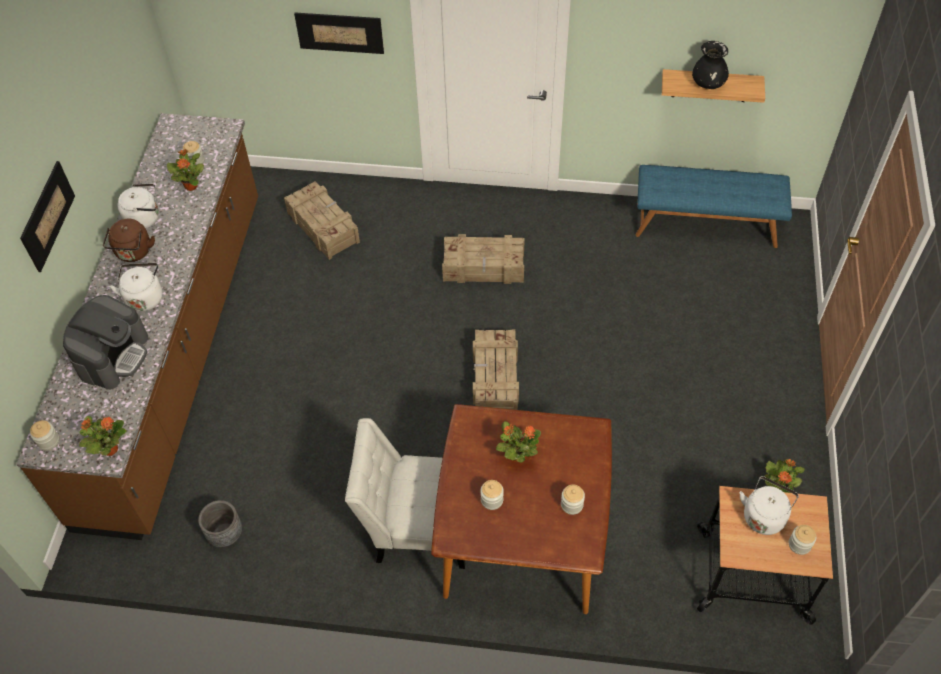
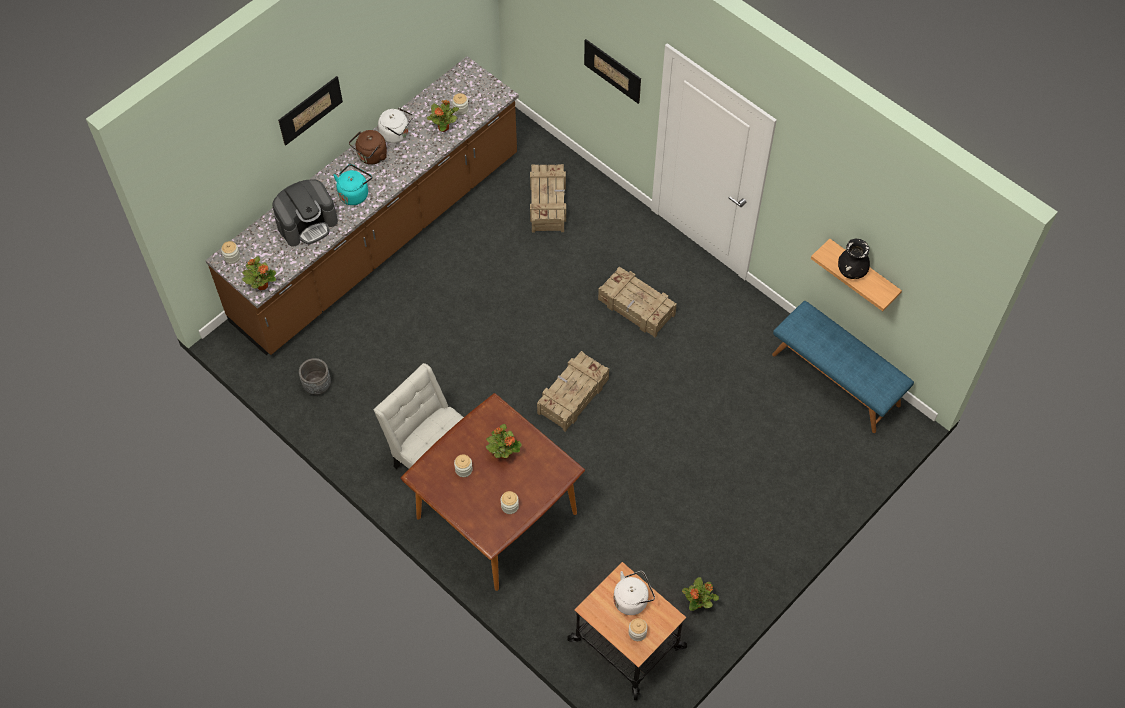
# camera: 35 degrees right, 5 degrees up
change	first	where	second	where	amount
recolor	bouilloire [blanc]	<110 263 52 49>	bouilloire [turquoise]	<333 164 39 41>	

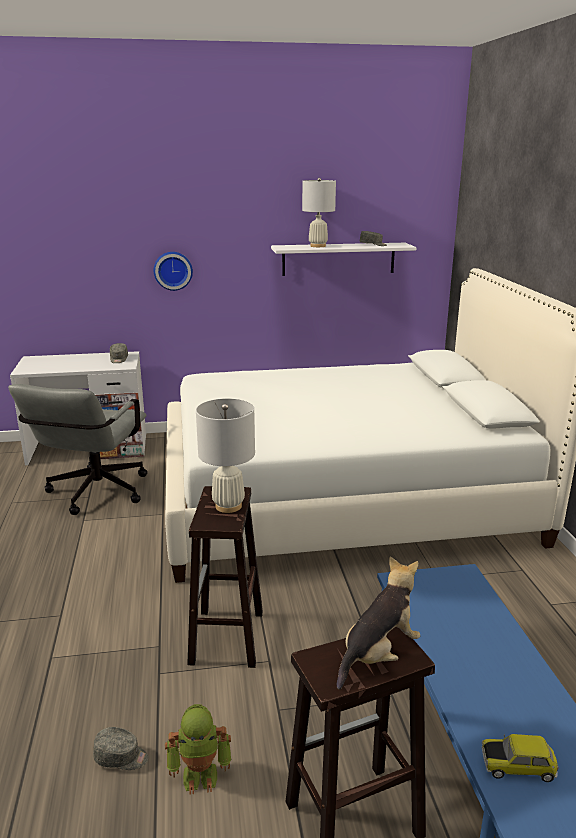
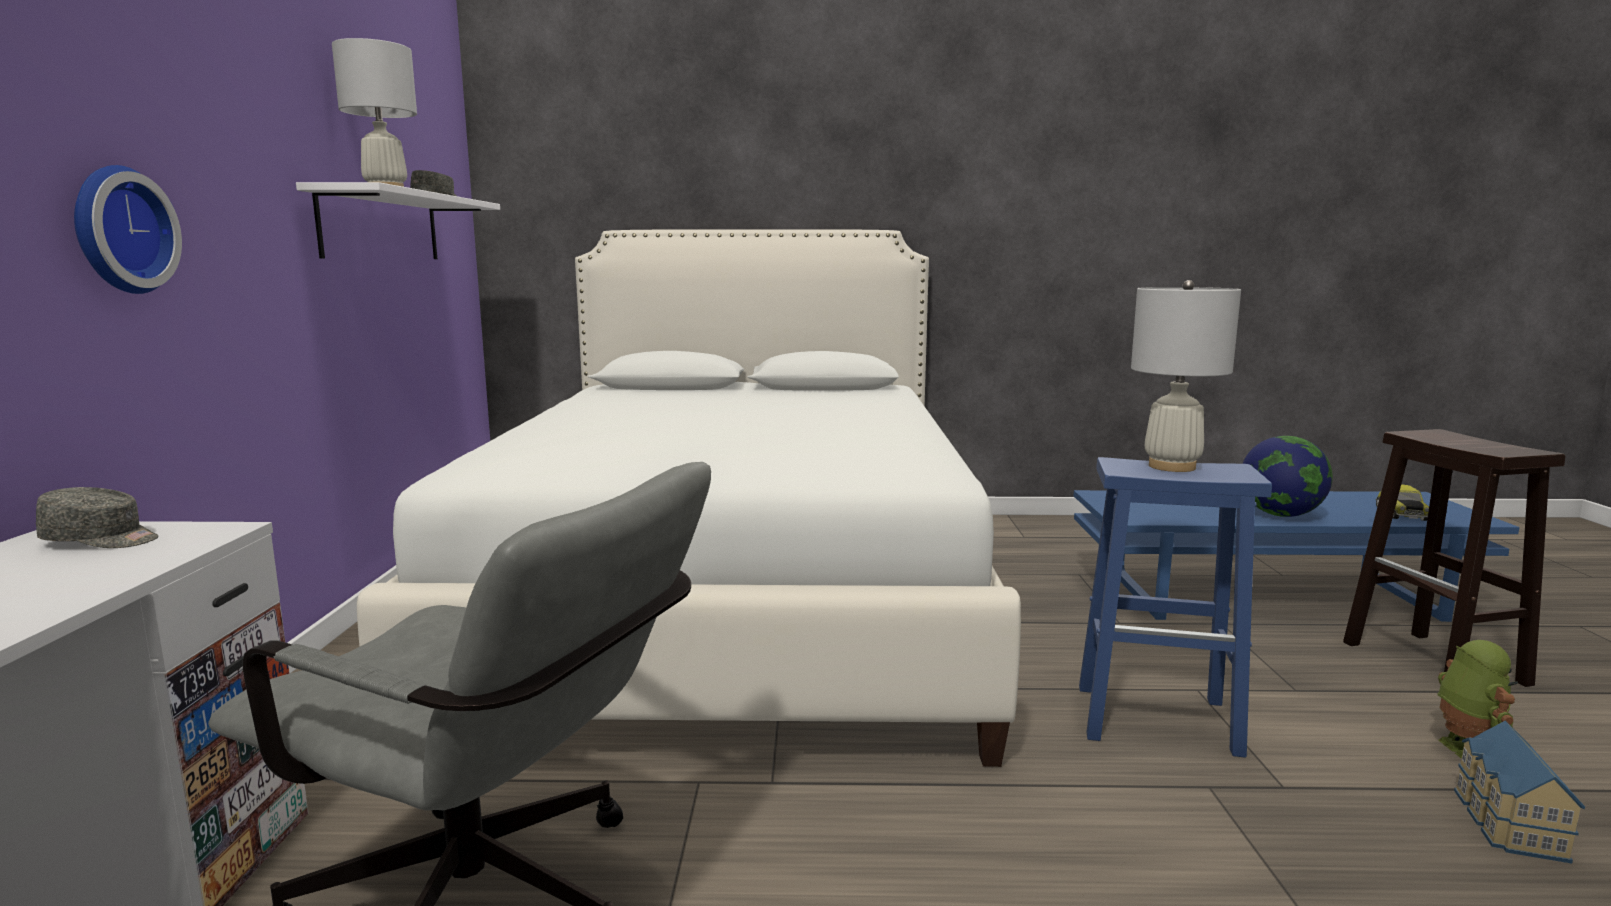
# camera: 80 degrees left, 10 degrees down
change	first	where	second	where	amount
delete	peluche	<337 557 83 133>			
insert			globe	<1242 436 91 81>	
replace	casquette [gris]	<93 727 56 43>	maison miniature	<1454 721 131 143>	
recolor	tabouret [marron]	<187 486 76 182>	tabouret [bleu]	<1079 457 193 301>	

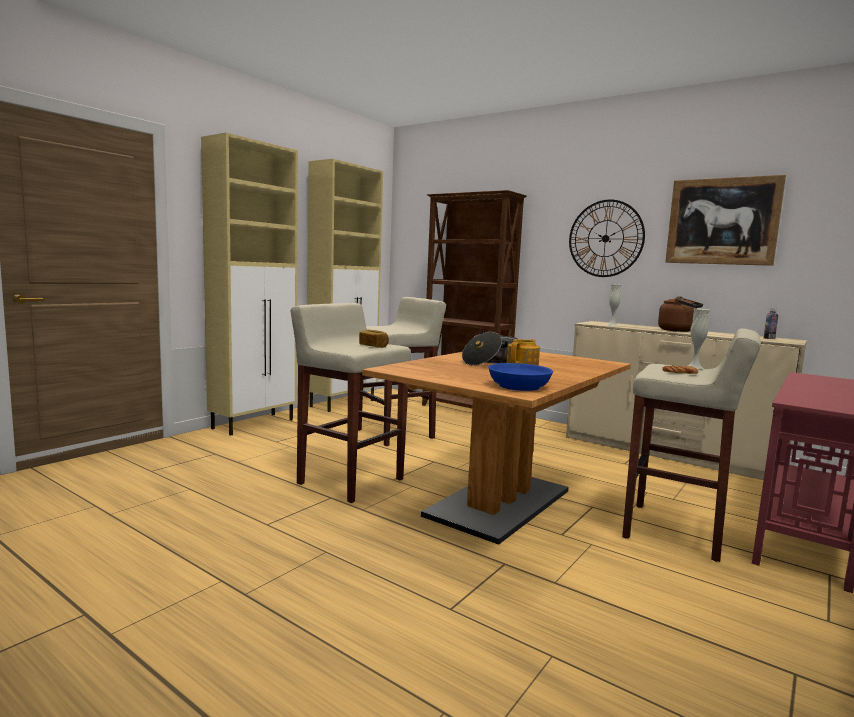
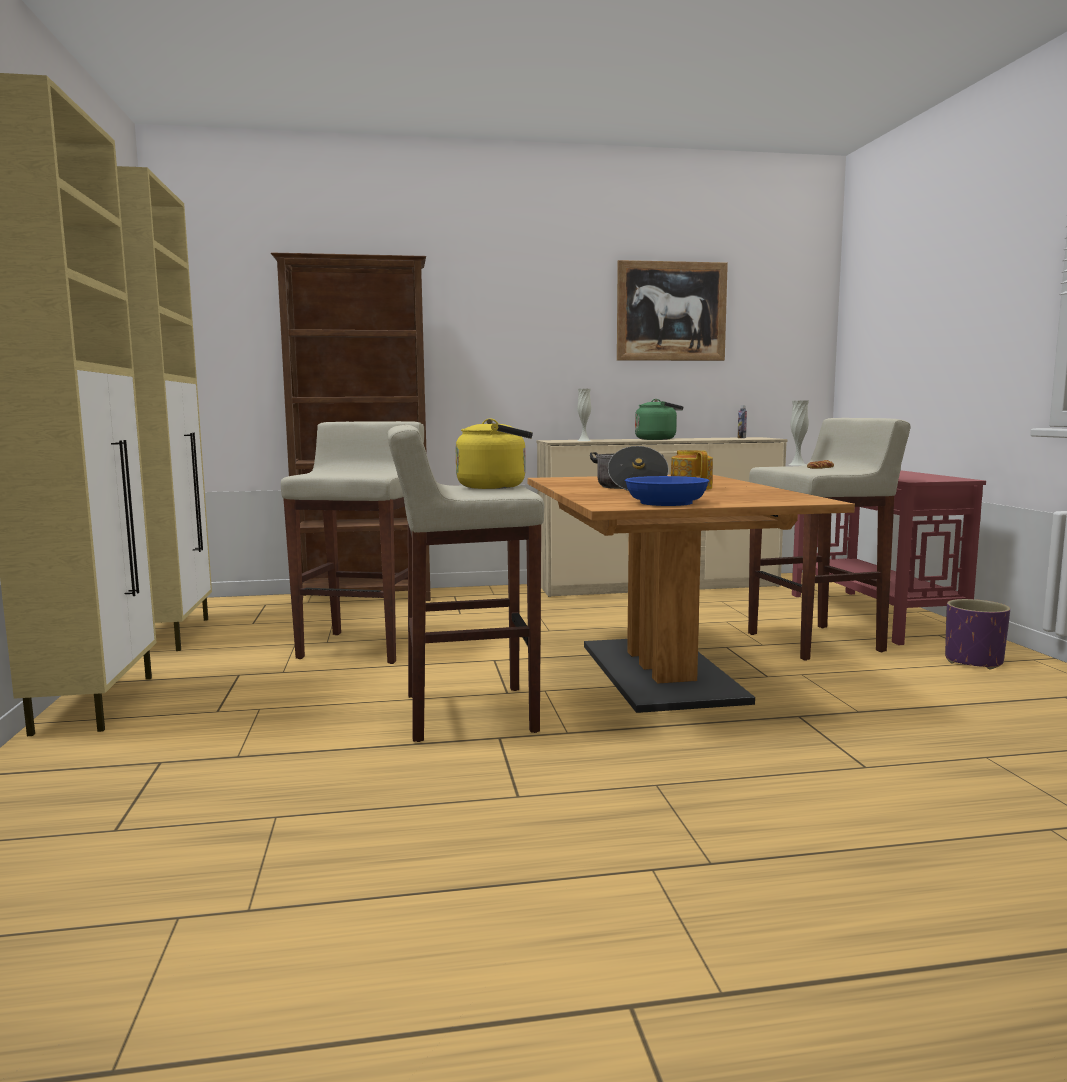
# camera: 45 degrees left, 0 degrees up
change	first	where	second	where	amount
delete	horloge murale	<569 200 76 77>			
insert			cache-pot [violet]	<945 599 65 71>	
move	bol [bleu]	<488 363 66 28>		<625 476 84 30>	
replace	pain	<359 330 30 18>	bouilloire [jaune]	<456 418 77 71>	
recolor	bouilloire [marron]	<658 296 45 36>	bouilloire [vert]	<635 399 48 41>	

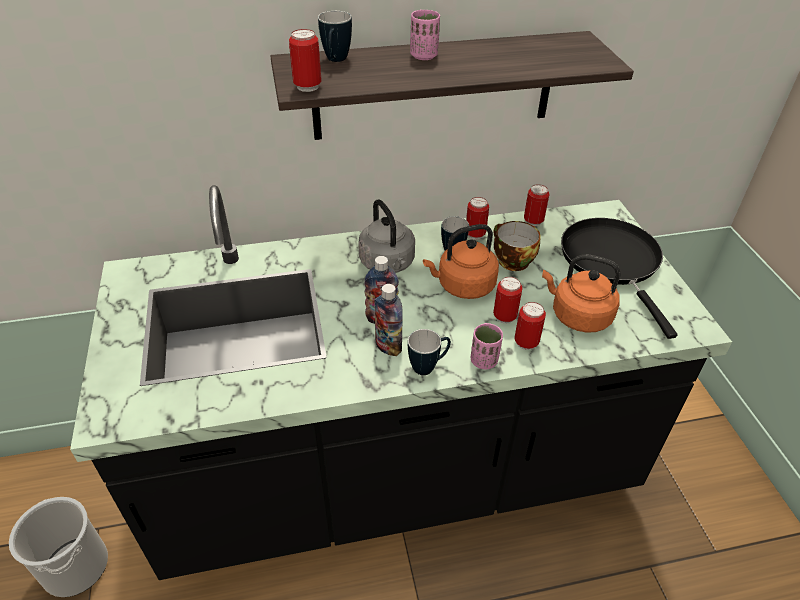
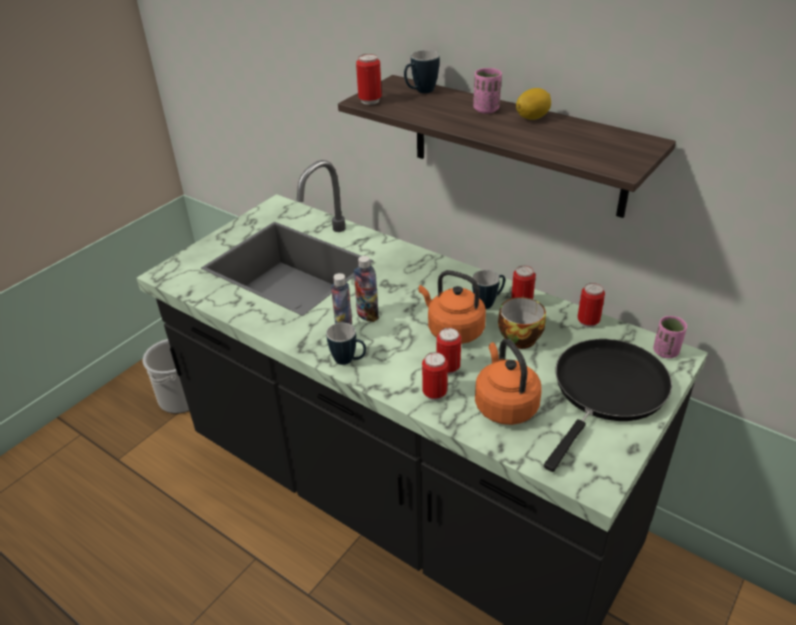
# camera: 50 degrees right, 5 degrees down
change	first	where	second	where	amount
delete	bouilloire [gris]	<358 199 57 74>			
insert			citron	<516 88 35 32>	
move	tasse [rose]	<471 323 32 47>		<653 316 34 42>	

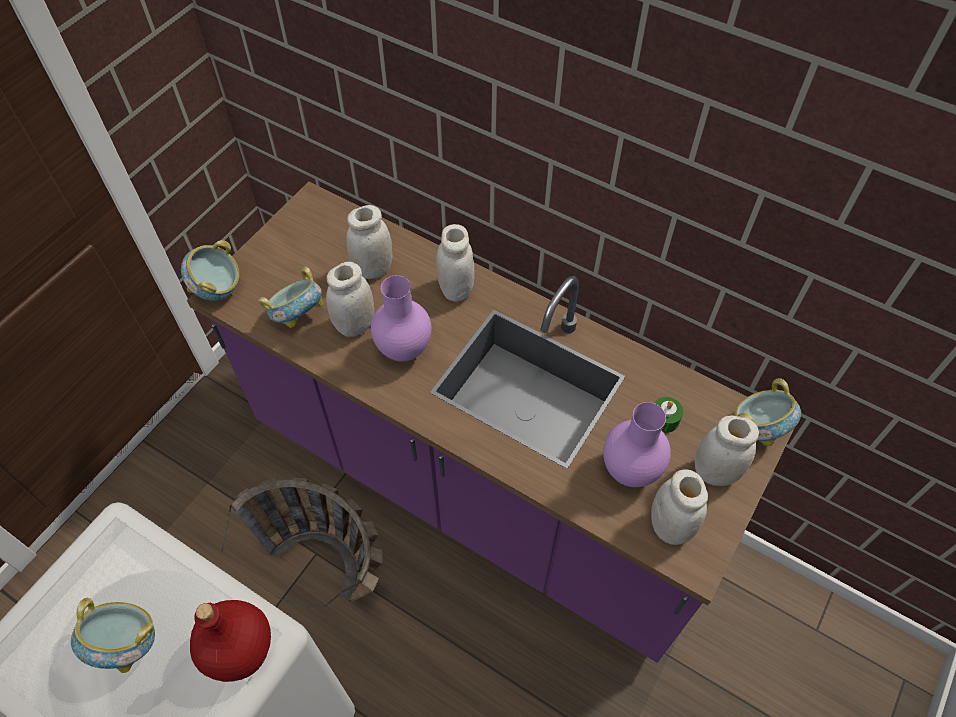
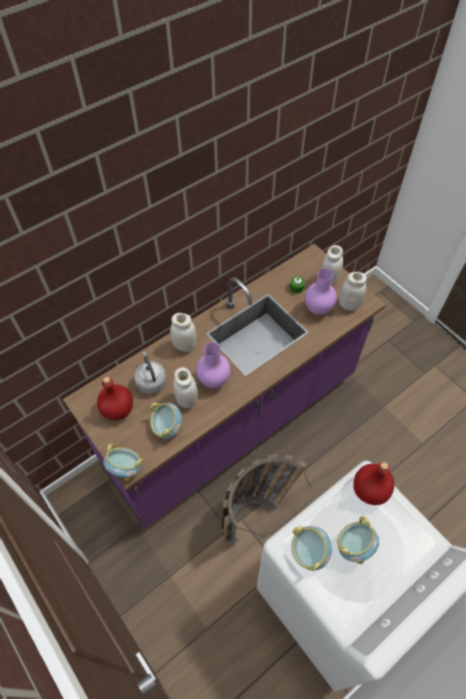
# camera: 70 degrees left, 0 degrees up
change	first	where	second	where	amount
insert			bouteille [rouge]	<97 377 36 43>	
move	bol	<734 378 67 68>		<291 526 41 45>	
replace	bocal [blanc]	<346 205 46 74>	bouilloire [gris]	<134 352 33 42>	

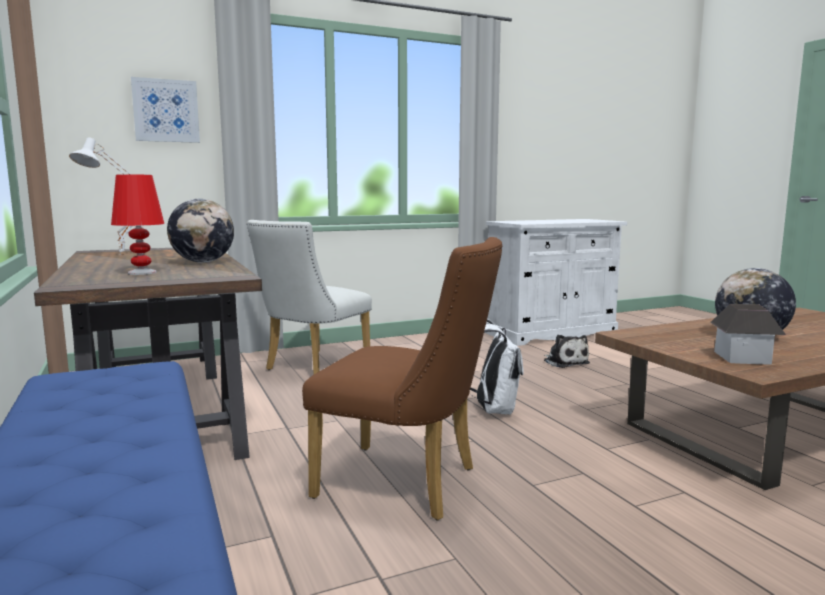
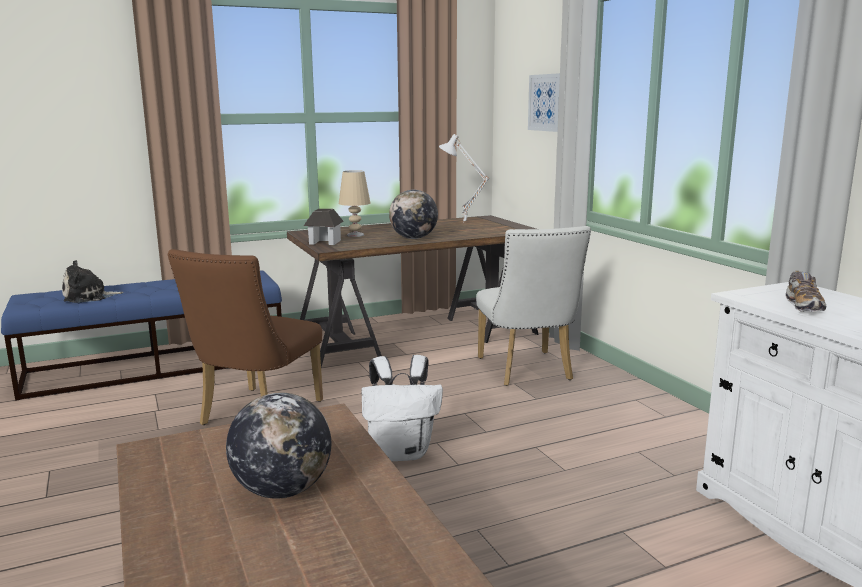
# camera: 90 degrees right, 5 degrees up
change	first	where	second	where	amount
insert			chaussure	<785 271 41 41>	
move	peluche	<544 335 46 33>		<62 260 62 43>	
move	maison miniature	<710 304 76 61>		<304 209 39 36>	
recolor	lampe de table [rouge]	<111 174 53 101>	lampe de table [beige]	<339 170 31 67>	
rotate	chaise [blanc]	<246 220 126 154>		<476 226 115 160>	135 degrees counterclockwise

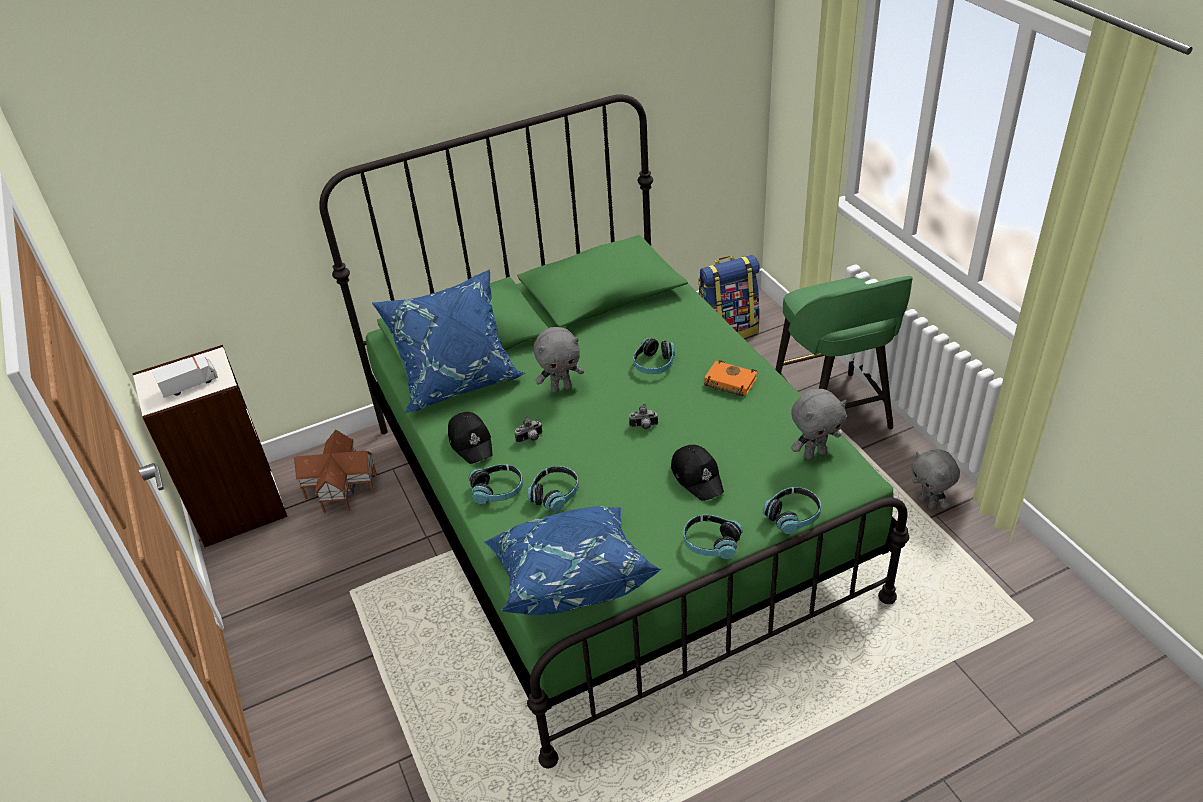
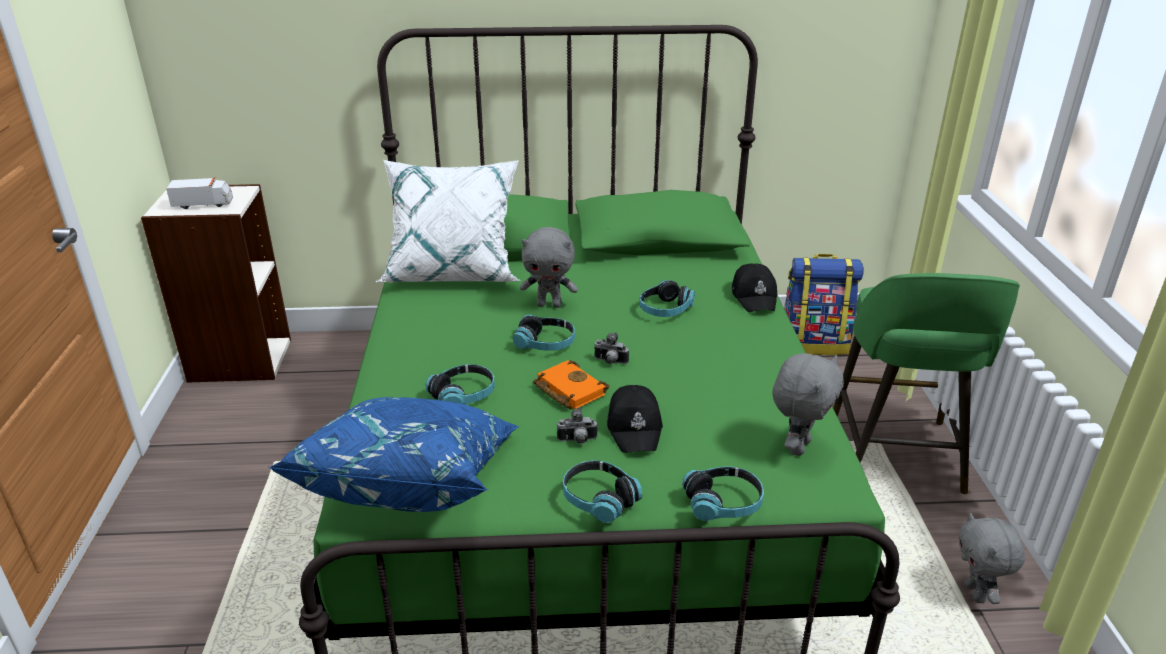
# camera: 20 degrees right, 10 degrees down
change	first	where	second	where	amount
delete	maison miniature	<294 430 83 83>			
move	casquette [noir]	<448 412 44 52>		<732 263 46 49>	
move	casque audio	<469 464 54 40>		<513 314 62 37>	
move	appareil photo	<515 416 28 27>		<557 407 41 37>	
move	livre [orange]	<704 360 53 36>		<533 360 76 50>	
recolor	coussin [bleu]	<372 269 153 144>	coussin [blanc]	<375 160 146 122>	
rotate	peluche [gris]	<791 389 56 71>		<772 353 72 103>	60 degrees counterclockwise

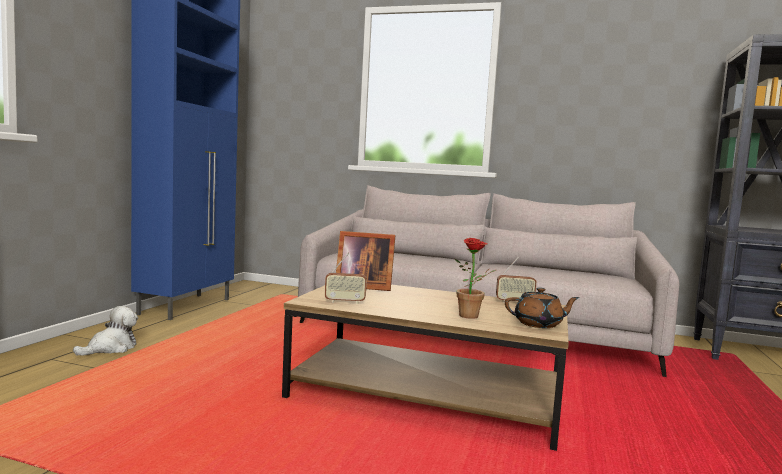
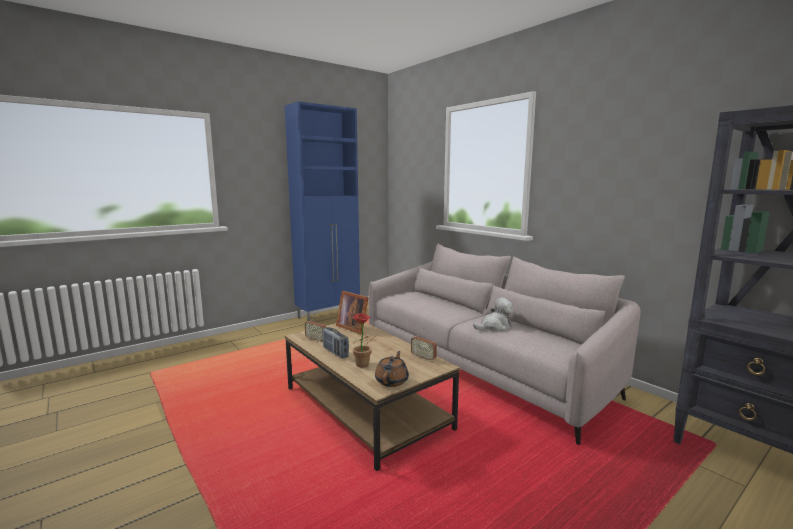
# camera: 35 degrees right, 5 degrees up
change	first	where	second	where	amount
insert			radio	<323 327 26 32>	
move	peluche	<73 306 65 50>		<473 298 40 33>	
rotate	théière [marron]	<505 288 75 40>		<375 351 34 36>	105 degrees counterclockwise

